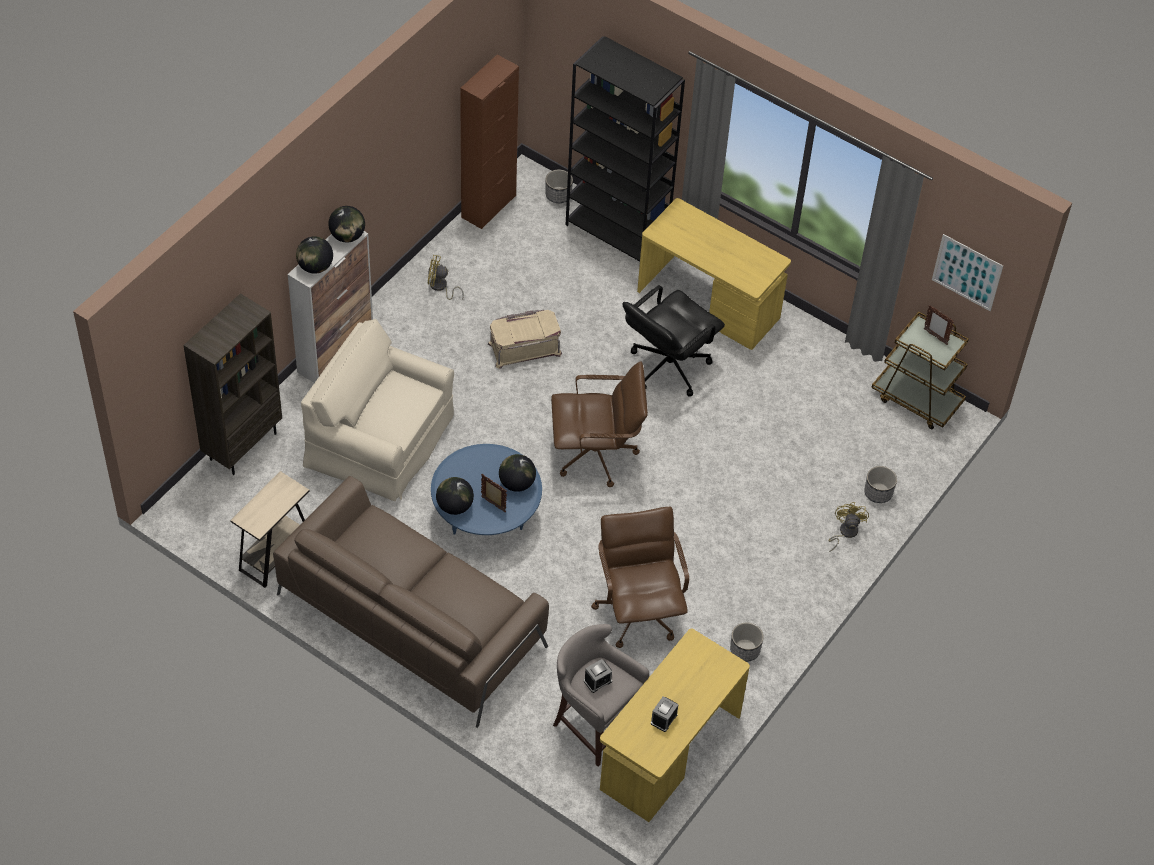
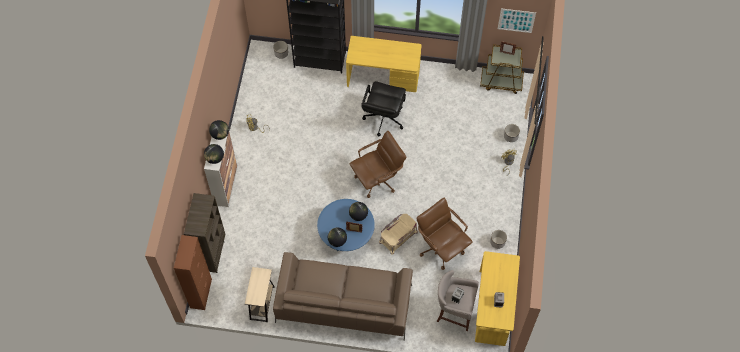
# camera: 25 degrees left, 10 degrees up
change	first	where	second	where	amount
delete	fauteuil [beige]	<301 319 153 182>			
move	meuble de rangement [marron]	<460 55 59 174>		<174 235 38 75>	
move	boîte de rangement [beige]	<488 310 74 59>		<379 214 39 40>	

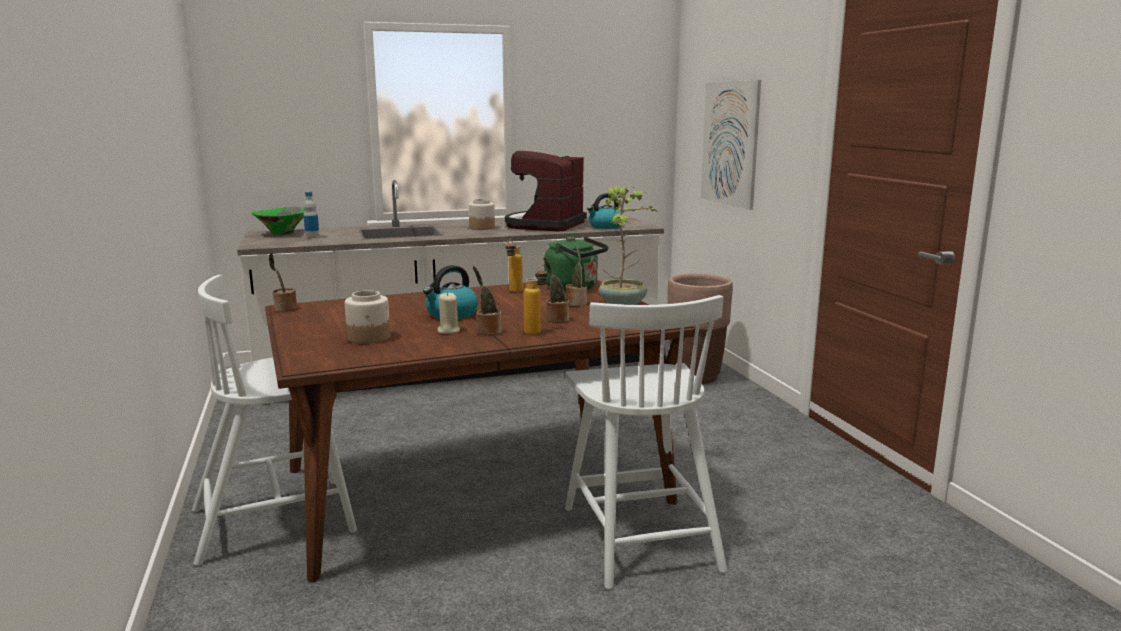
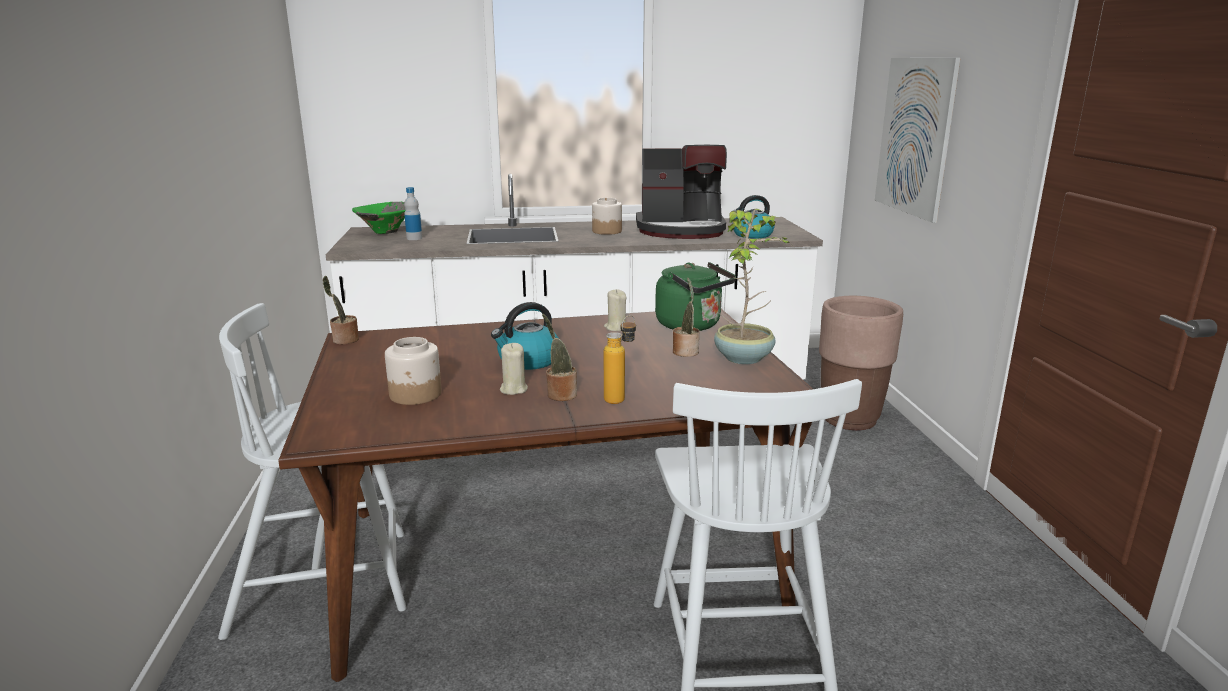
# camera: 10 degrees right, 5 degrees up
change	first	where	second	where	amount
delete	plante en pot	<543 257 26 66>			
replace	bouteille	<505 238 18 54>	bougie [beige]	<604 289 23 42>	
rotate	machine à café	<505 151 82 80>		<636 145 91 94>	120 degrees counterclockwise

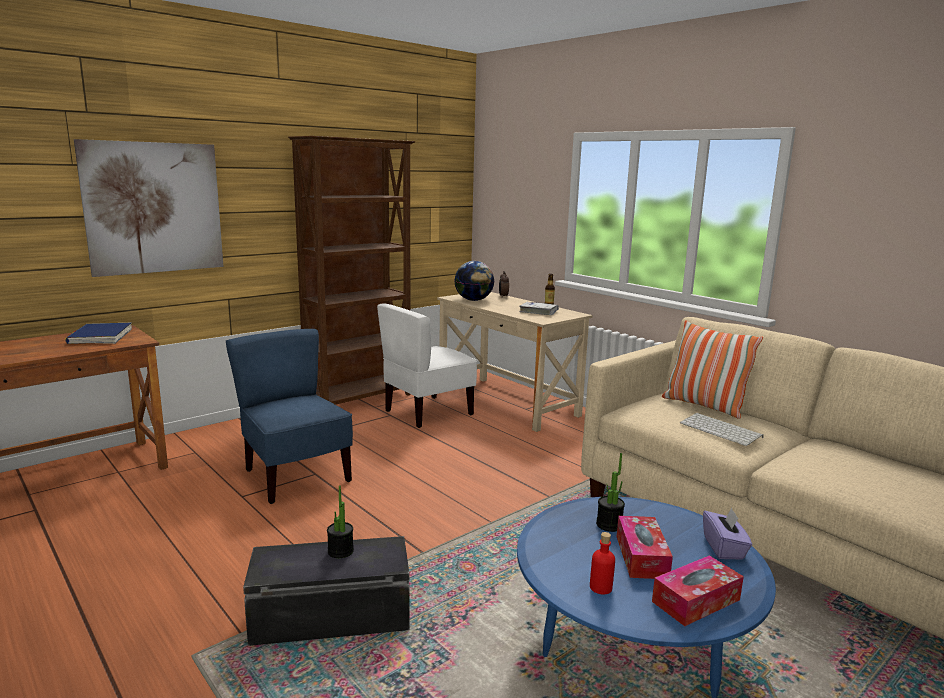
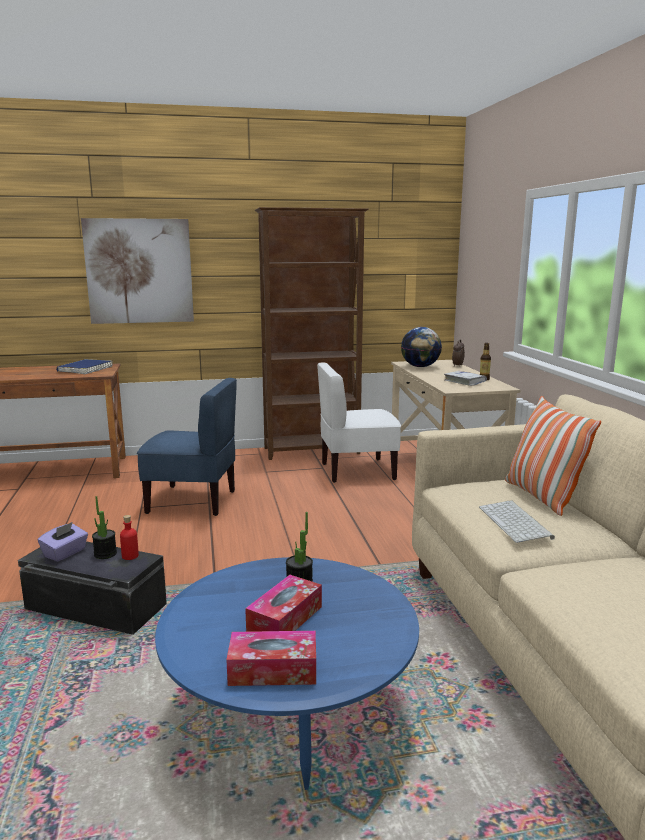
# camera: 30 degrees right, 0 degrees up
change	first	where	second	where	amount
move	bouteille [rouge]	<590 532 25 63>		<120 515 19 45>	
move	boîte à mouchoirs [violet]	<703 507 49 53>		<38 522 50 40>	
rotate	chaise [bleu]	<226 329 127 175>		<137 378 100 138>	105 degrees clockwise

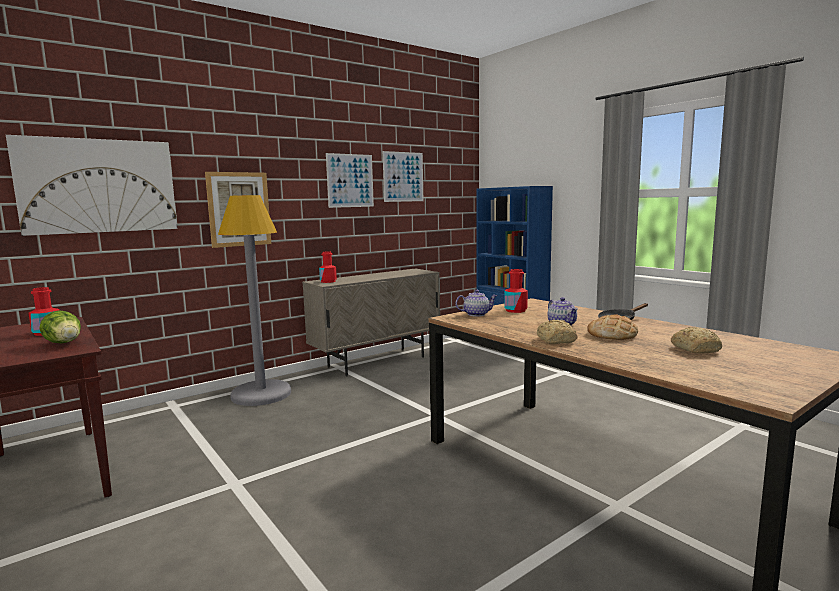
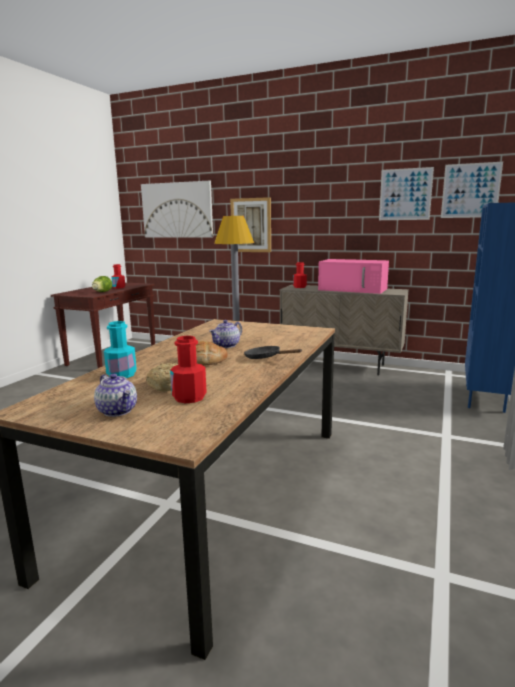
# camera: 60 degrees right, 5 degrees up
change	first	where	second	where	amount
delete	pain	<537 320 41 24>			
insert			bouteille [turquoise]	<104 321 33 57>	
insert			micro-ondes [rose]	<318 259 71 35>	
move	tableau	<326 153 48 55>		<441 162 62 56>	
move	théière	<455 290 42 27>		<94 373 43 44>	
move	bouteille [rouge]	<504 269 24 44>		<170 336 37 67>	

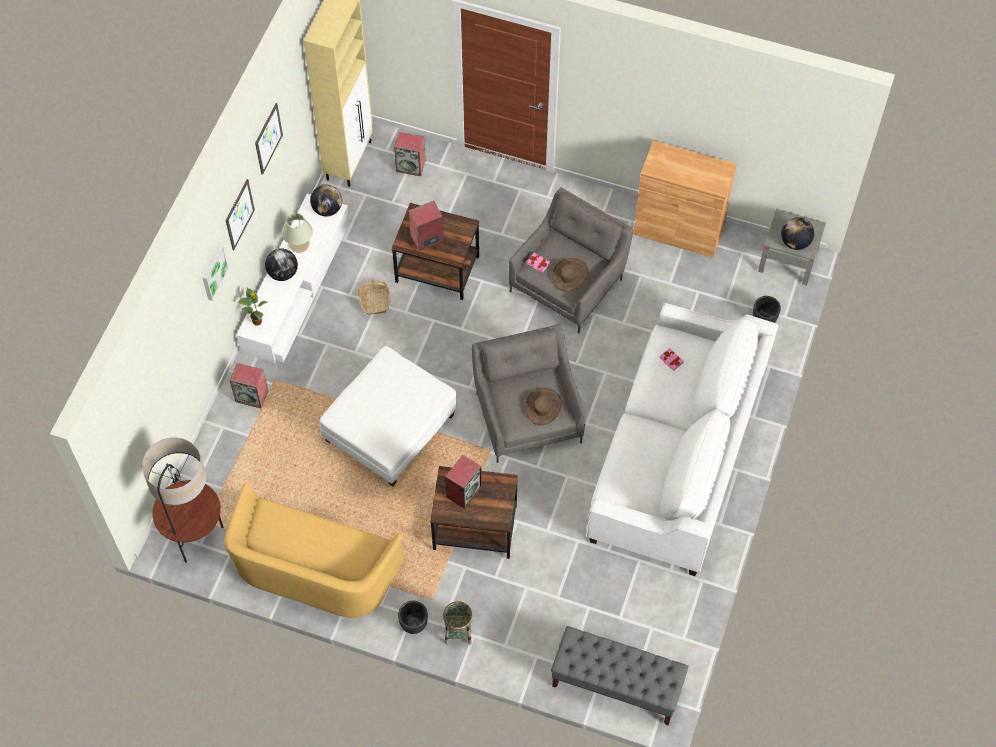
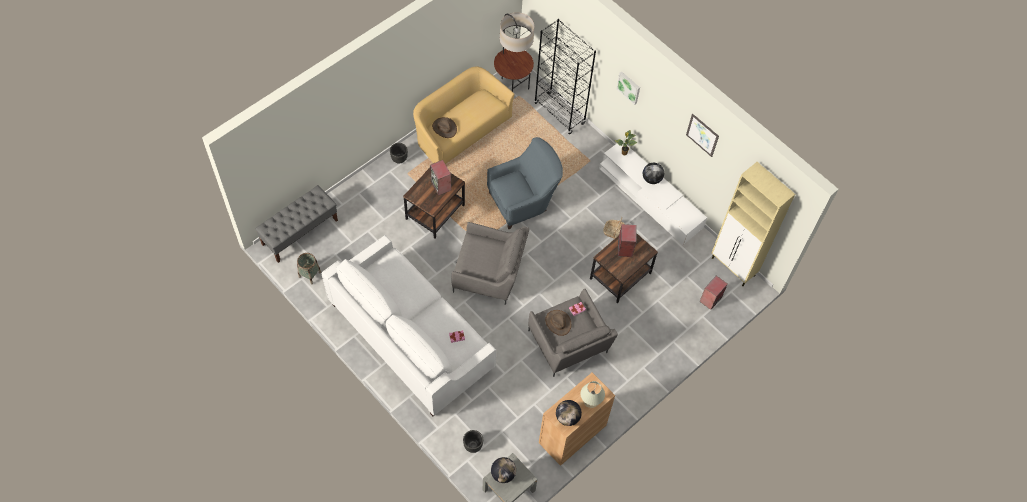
# camera: 115 degrees right, 0 degrees up
change	first	where	second	where	amount
delete	tableau	<225 179 30 72>			
delete	enceinte	<230 363 38 45>			
insert			bibliothèque [noir]	<534 19 62 115>	
move	lampe de table [beige]	<282 213 31 40>		<581 381 24 27>	
move	globe	<310 185 32 31>		<556 400 26 26>	
move	panier	<443 601 30 44>		<297 253 24 32>	
move	chapeau [marron]	<525 388 37 37>		<432 117 25 21>	
replace	pouf [blanc]	<319 346 138 141>	fauteuil [bleu]	<487 137 76 92>	

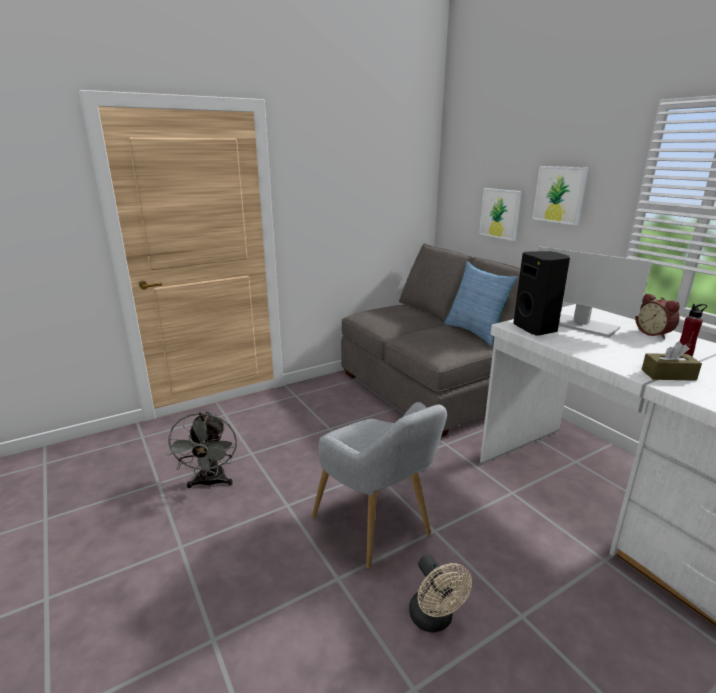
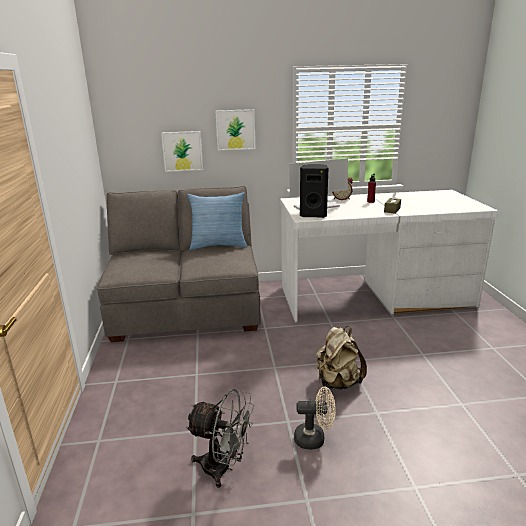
# camera: 65 degrees left, 0 degrees up
change	first	where	second	where	amount
move	ventilateur [beige]	<409 554 63 79>		<294 387 42 63>	
replace	fauteuil [gris]	<312 402 135 167>	sac à dos [beige]	<316 326 51 64>	

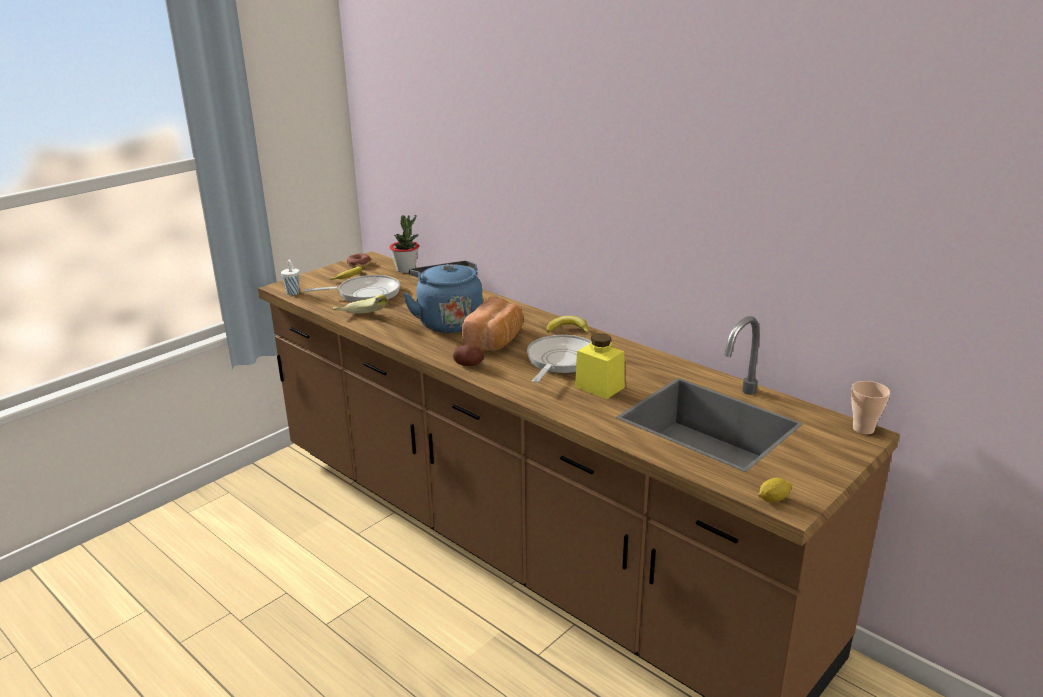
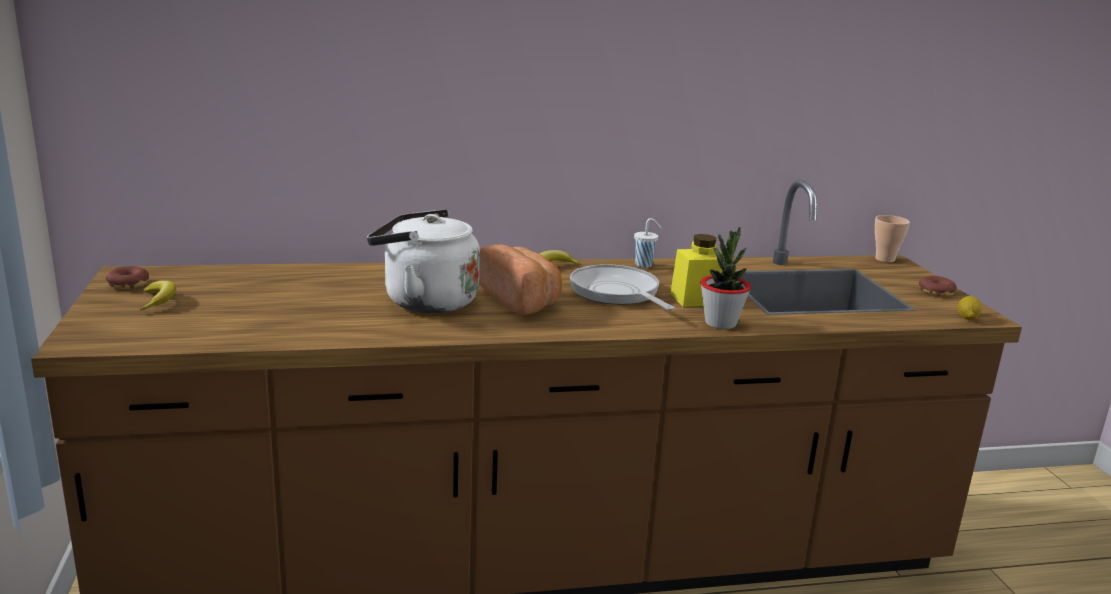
# camera: 55 degrees left, 5 degrees down
change	first	where	second	where	amount
delete	poêle	<304 275 96 27>			
delete	banane	<333 295 54 19>			
delete	pomme de terre	<453 344 31 22>			
insert			beignet	<919 275 38 22>	
move	tasse [blanc]	<281 260 18 35>		<634 218 28 50>	
move	plante en pot	<390 215 29 58>		<700 227 51 102>	
recolor	bouilloire [bleu]	<403 261 80 72>	bouilloire [blanc]	<367 209 113 104>	

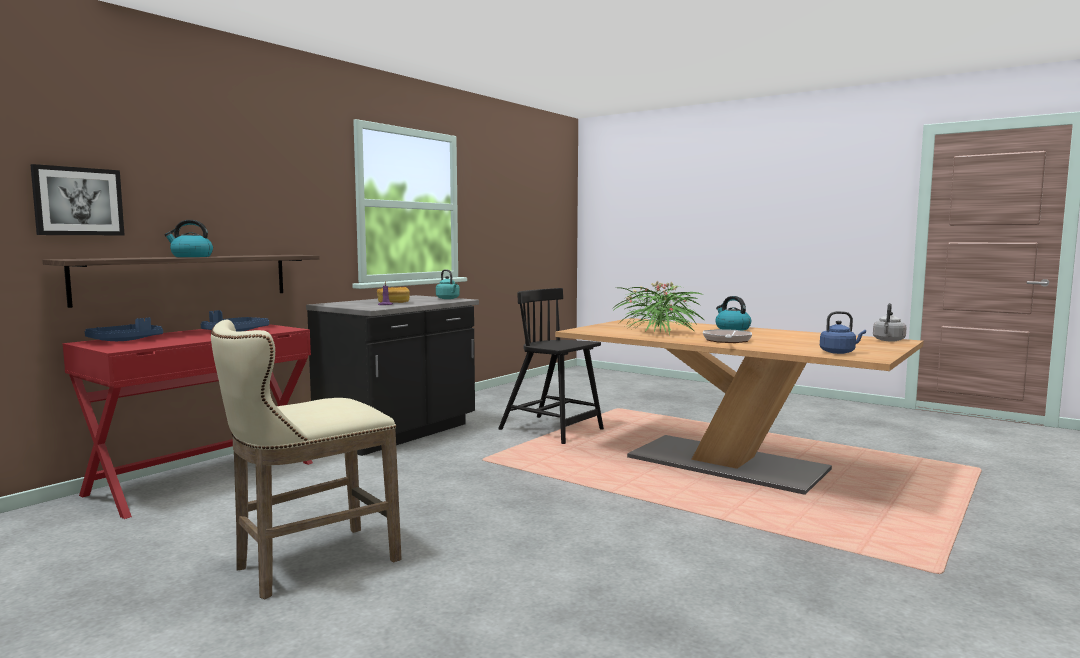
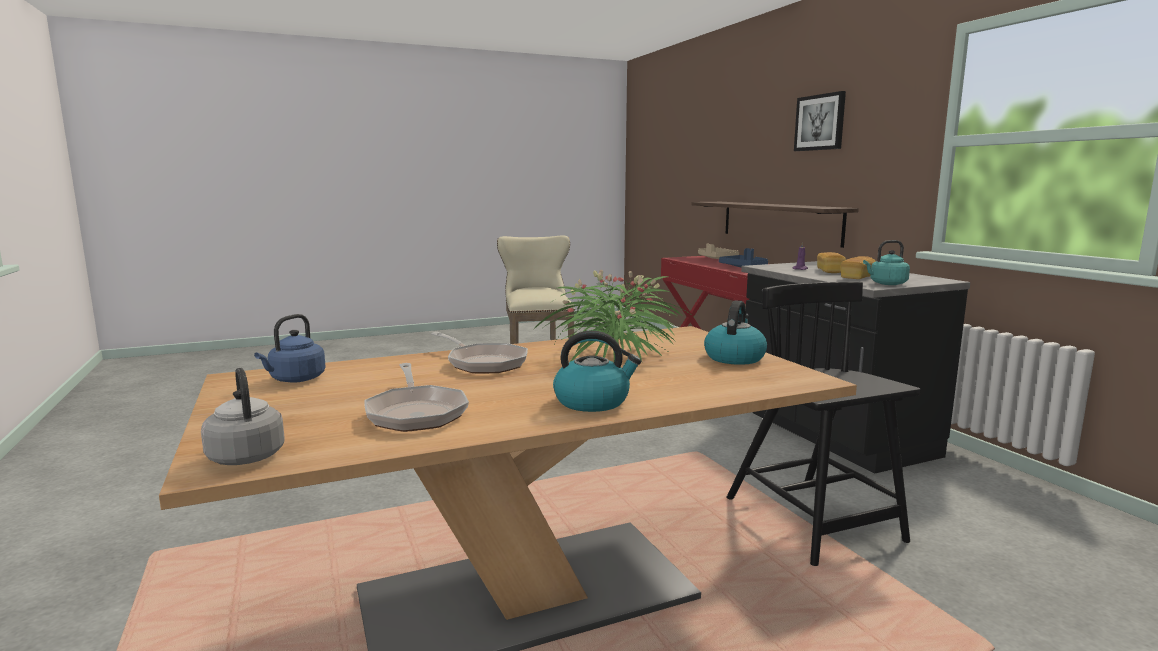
# camera: 120 degrees right, 5 degrees up
change	first	where	second	where	amount
insert			poêle	<364 363 105 69>	
insert			pain	<841 256 34 23>	
move	tableau	<30 164 94 71>		<794 91 52 60>	
move	bouilloire	<165 220 48 37>		<704 300 63 65>	
recolor	plateau [bleu]	<85 317 78 24>	plateau [beige]	<698 244 41 15>	
rotate	chaise [noir]	<498 288 106 156>		<726 282 195 284>	90 degrees counterclockwise

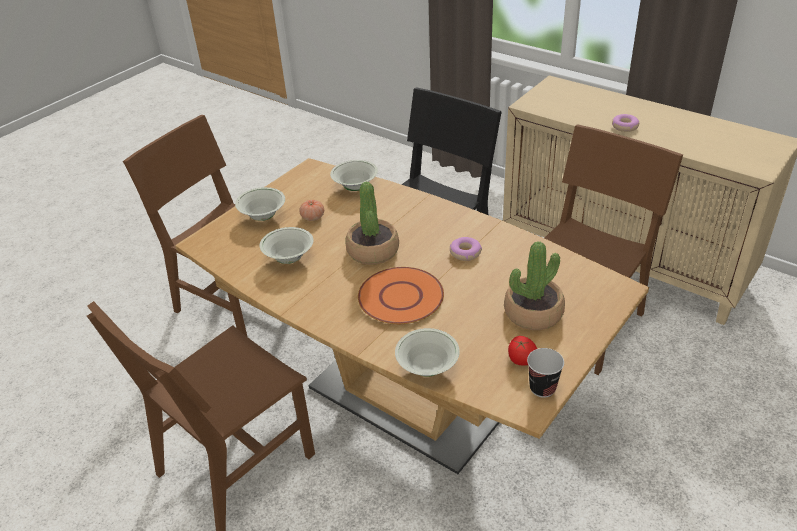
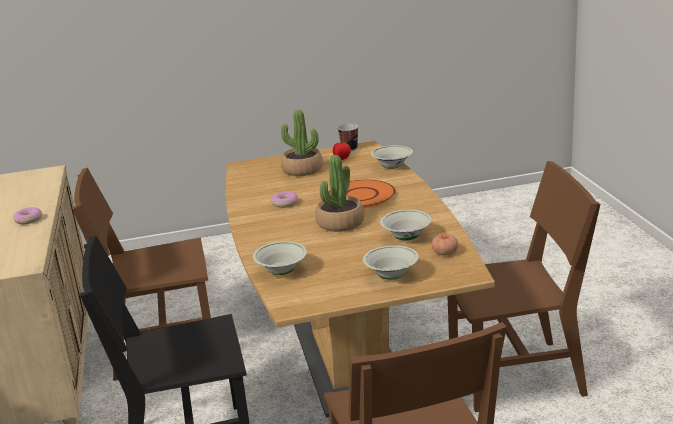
# camera: 140 degrees left, 15 degrees down
change	first	where	second	where	amount
move	tomate	<299 200 25 21>		<431 234 28 22>	

